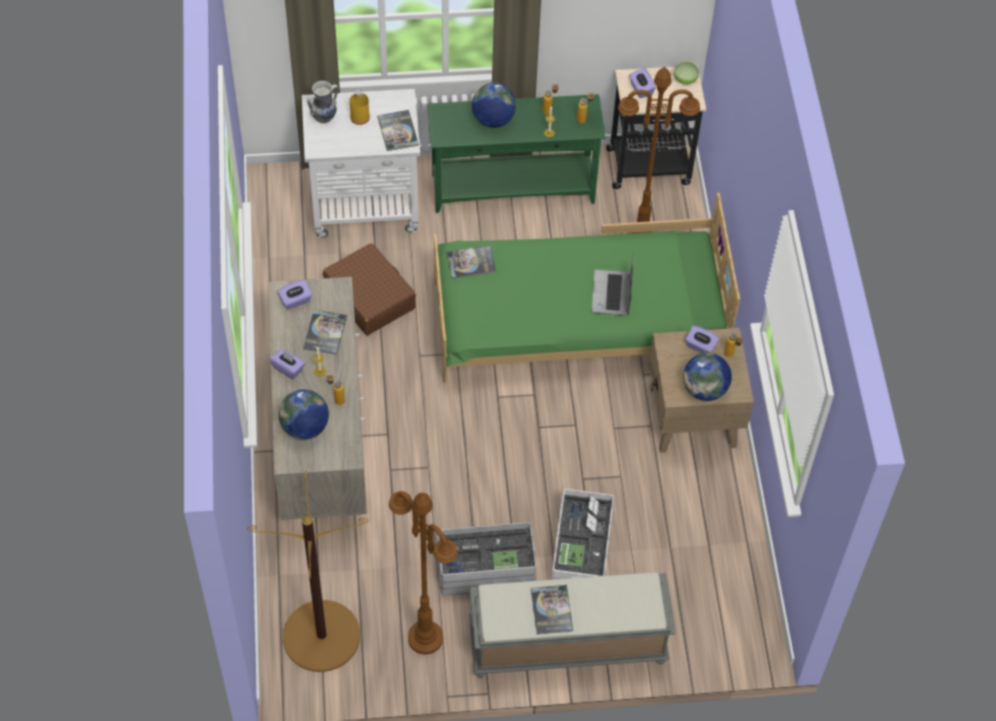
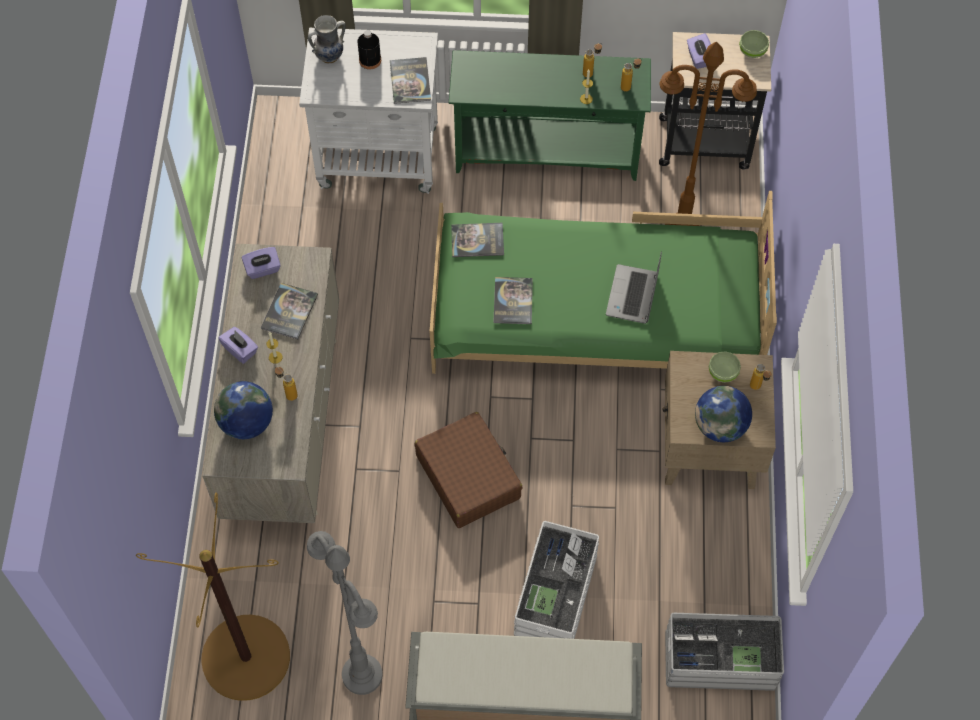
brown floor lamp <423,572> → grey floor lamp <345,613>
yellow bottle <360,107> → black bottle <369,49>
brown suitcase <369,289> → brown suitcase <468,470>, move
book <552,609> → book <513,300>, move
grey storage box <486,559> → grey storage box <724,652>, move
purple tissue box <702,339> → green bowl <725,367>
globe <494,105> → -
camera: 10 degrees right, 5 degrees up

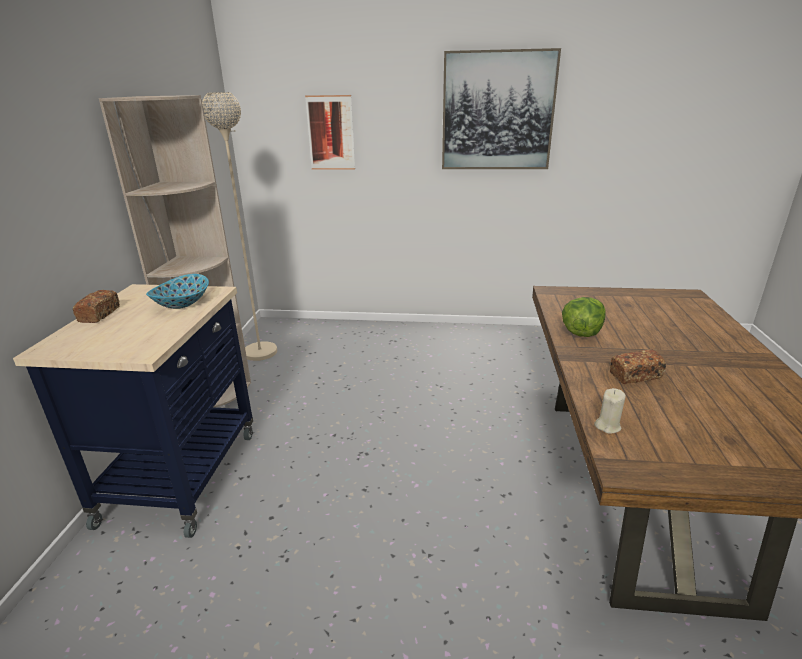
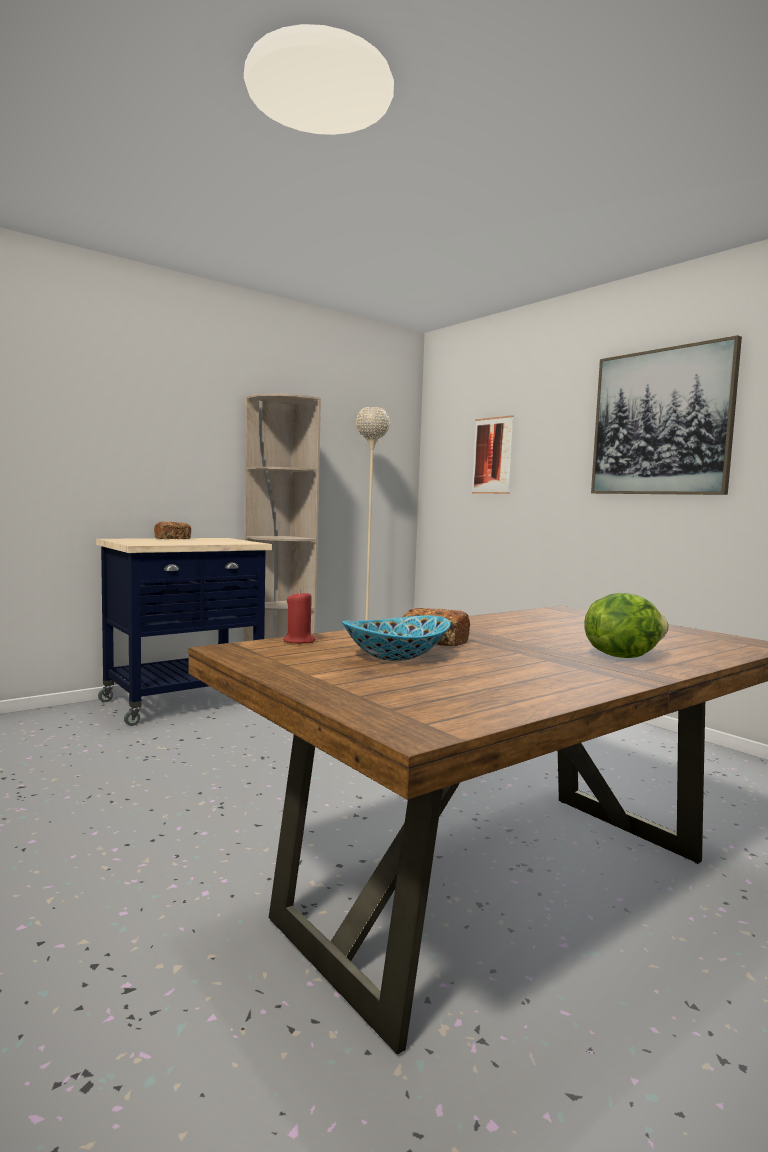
beige candle <610,411> → red candle <299,616>
bowl <177,291> → bowl <396,638>, move
lettuce <584,317> → lettuce <626,625>, move
camera: 45 degrees right, 20 degrees down

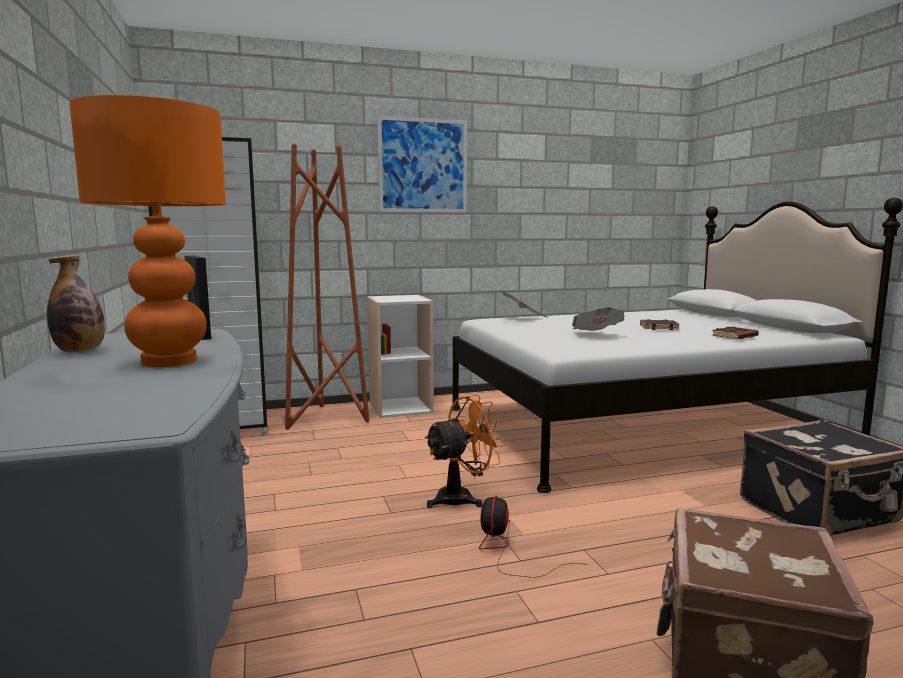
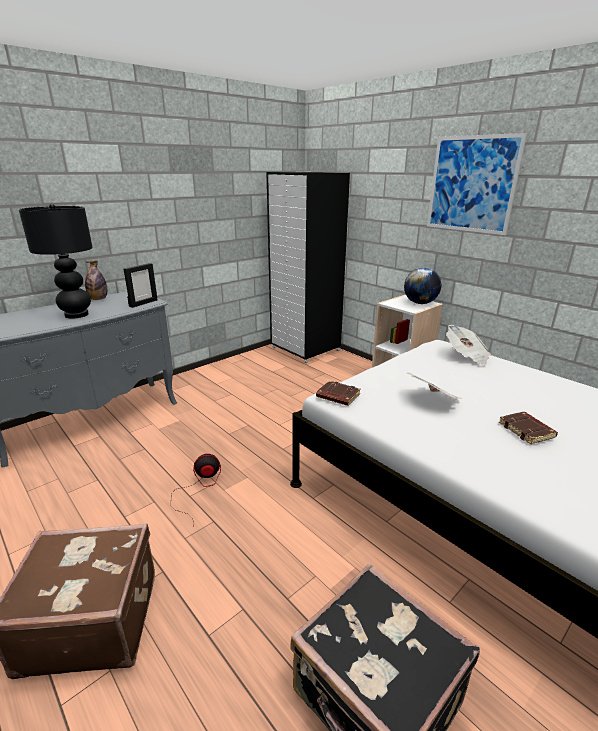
orange table lamp <147,231> → black table lamp <56,261>
brown book <735,332> → brown book <338,393>, move
- → globe <422,286>
brown clothes rack <327,286> → -
orange fan <465,451> → -
camera: 65 degrees right, 15 degrees up

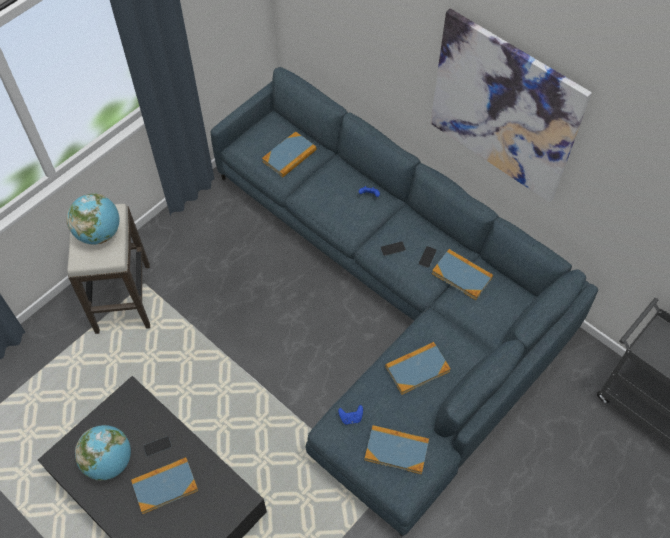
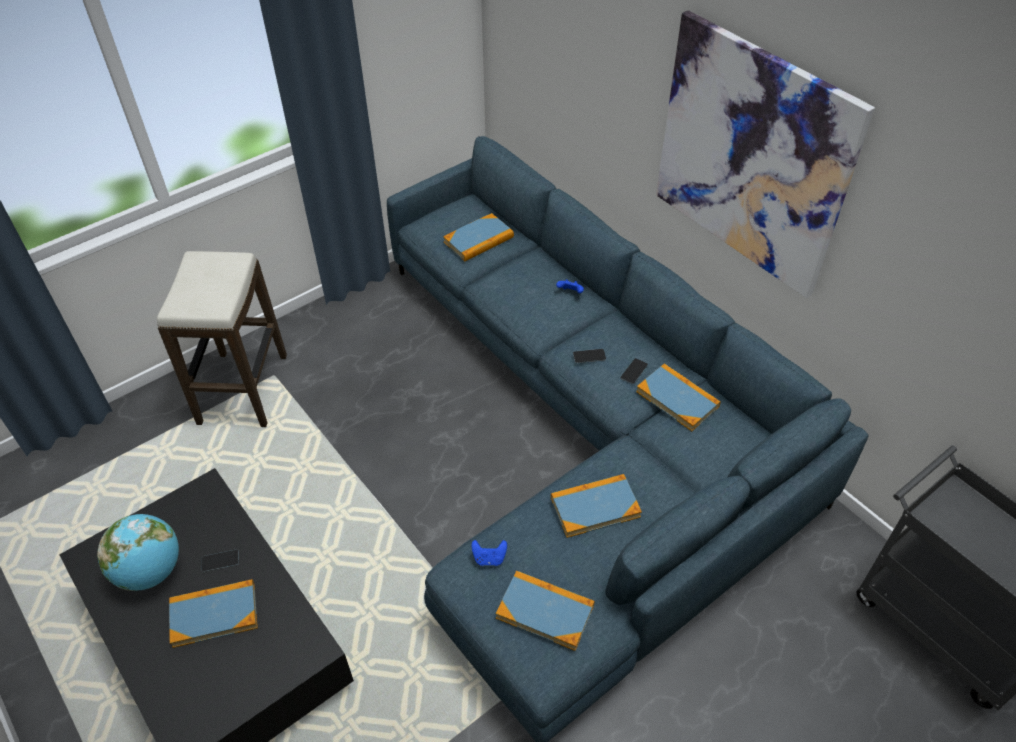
globe <93,219> → -
camera: 10 degrees right, 10 degrees down

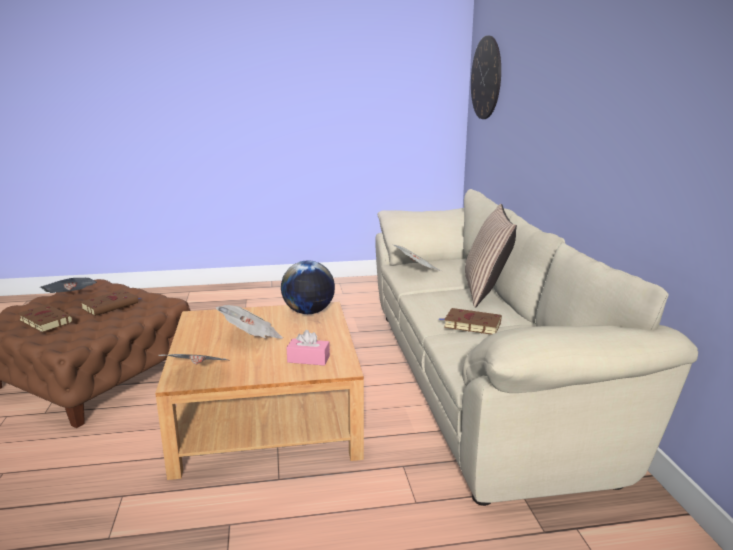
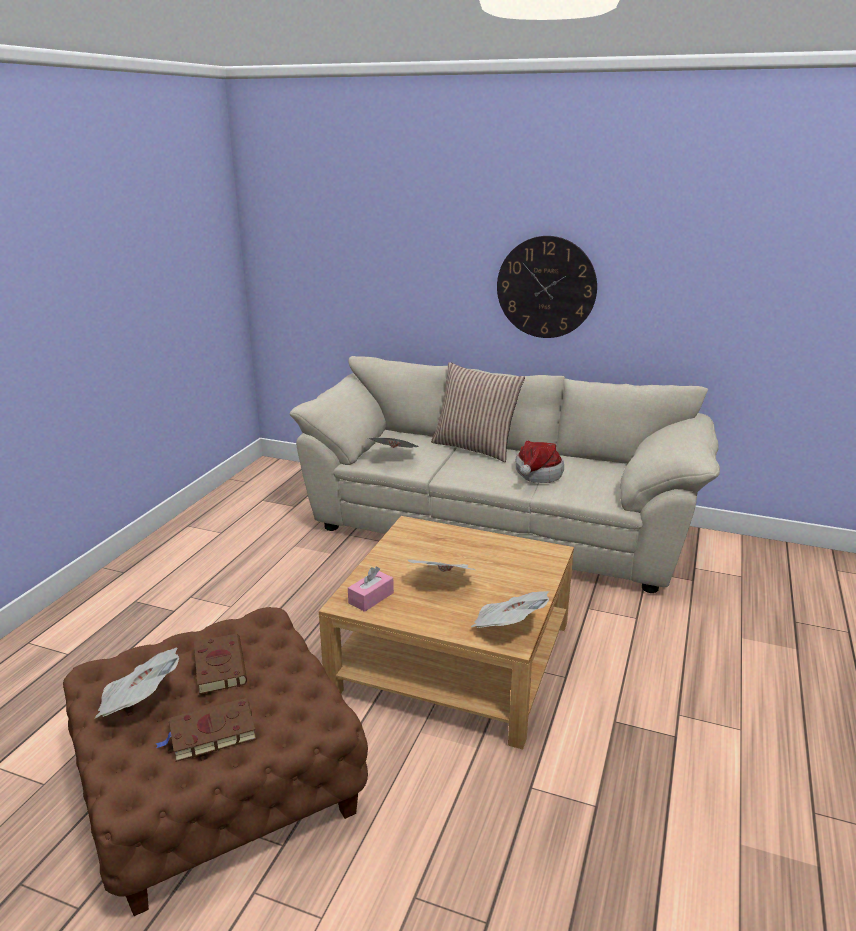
pink tissue box <308,348> → pink tissue box <371,589>, move
wall clock <486,77> → wall clock <547,287>, move
brown book <470,321> → hat <540,462>
globe <308,287> → -
camera: 60 degrees left, 5 degrees up

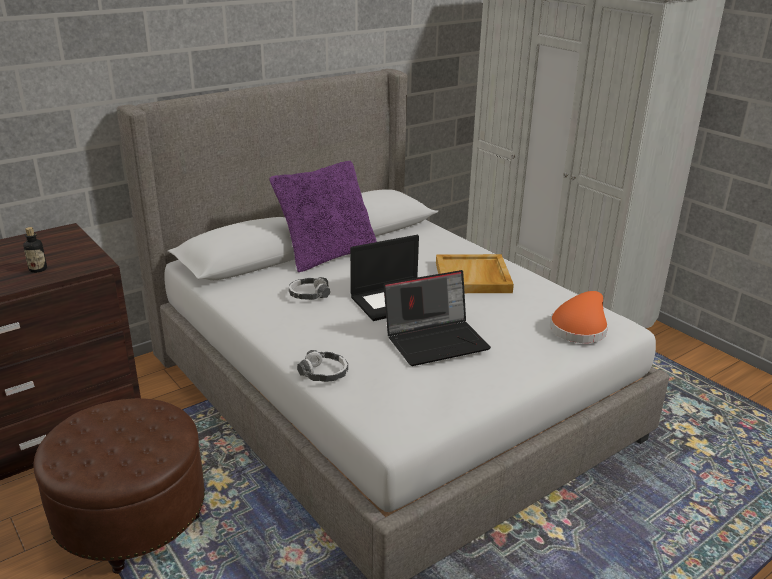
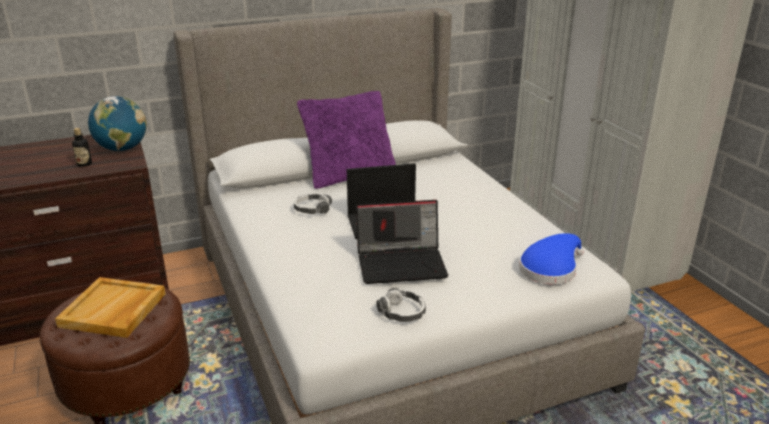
beige tray <475,273> → beige tray <110,307>, move
- → globe <117,123>
headphones <322,366> → headphones <401,305>, move
orange hat <579,317> → blue hat <551,258>
camera: 15 degrees right, 0 degrees up

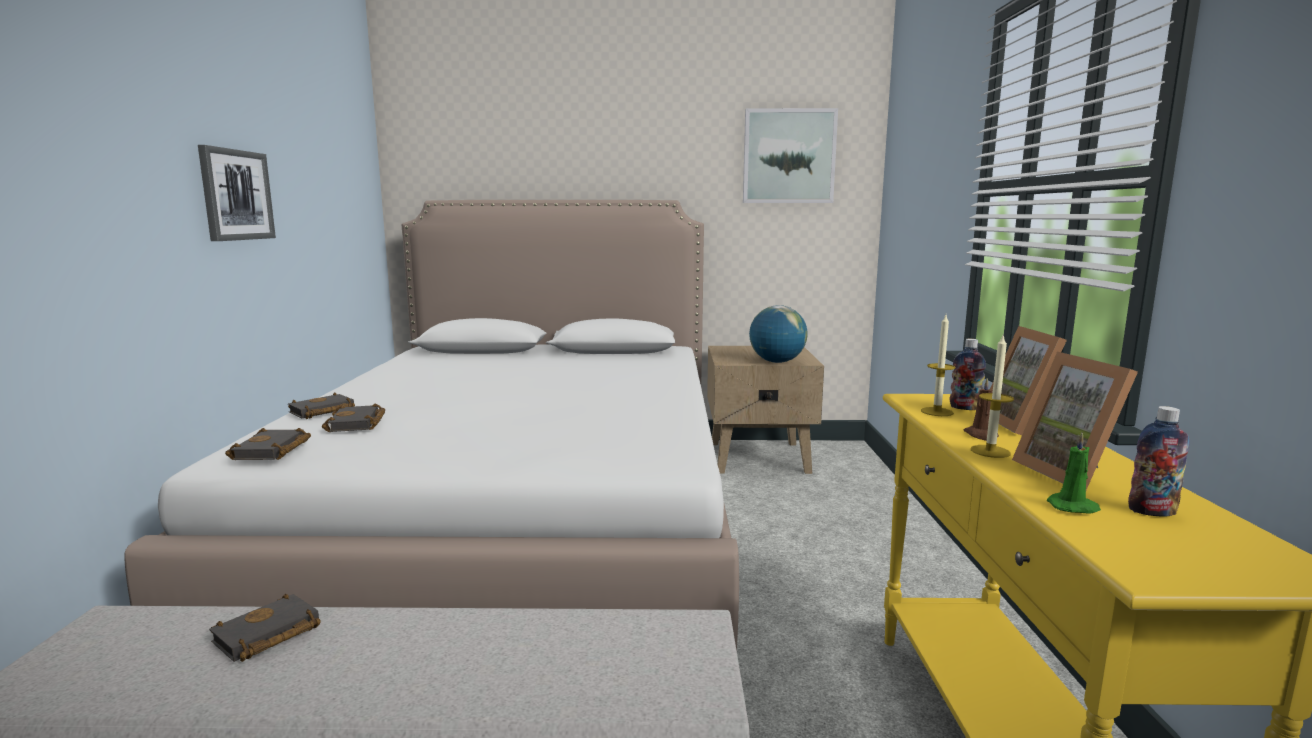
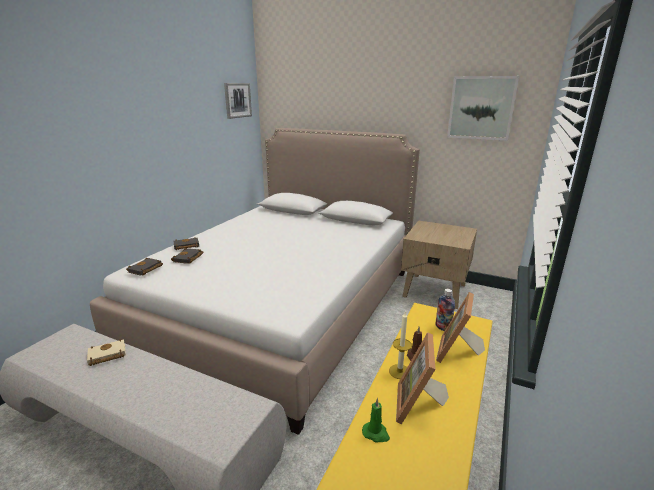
black book <264,628> → beige book <106,352>
picture <237,193> → picture <238,101>, move
globe <778,334> → -
candle <938,365> → -
bottle <1159,461> → -
camera: 25 degrees right, 10 degrees up

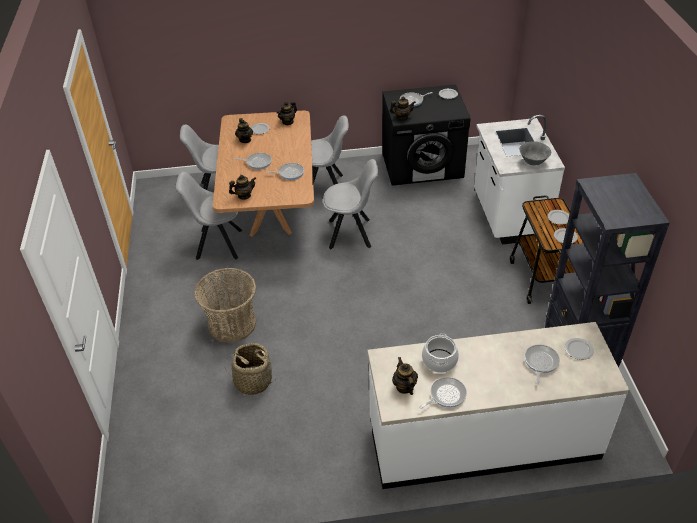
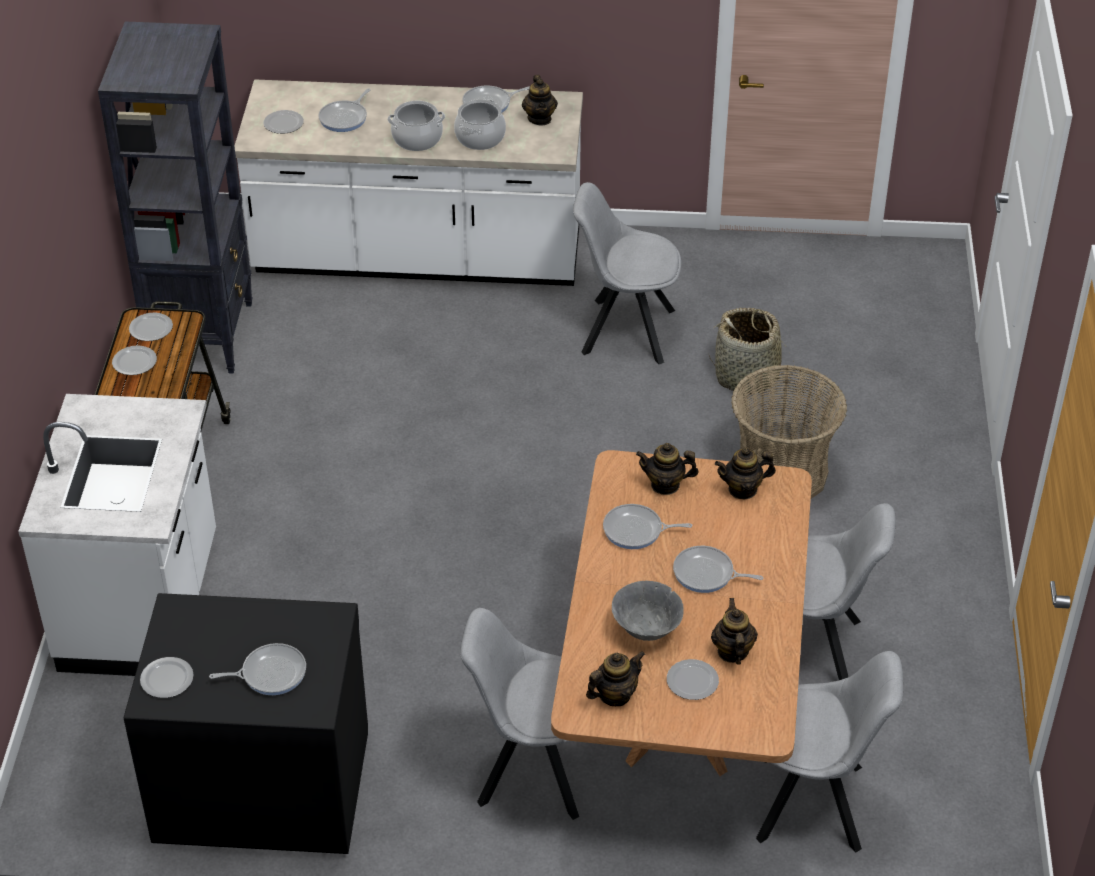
- → cooking pot <416,126>
grey chair <350,204> → grey chair <627,273>, move
grey bowl <535,153> → grey bowl <648,611>, move
teapot <403,108> → teapot <667,469>, move
camera: 170 degrees left, 0 degrees up

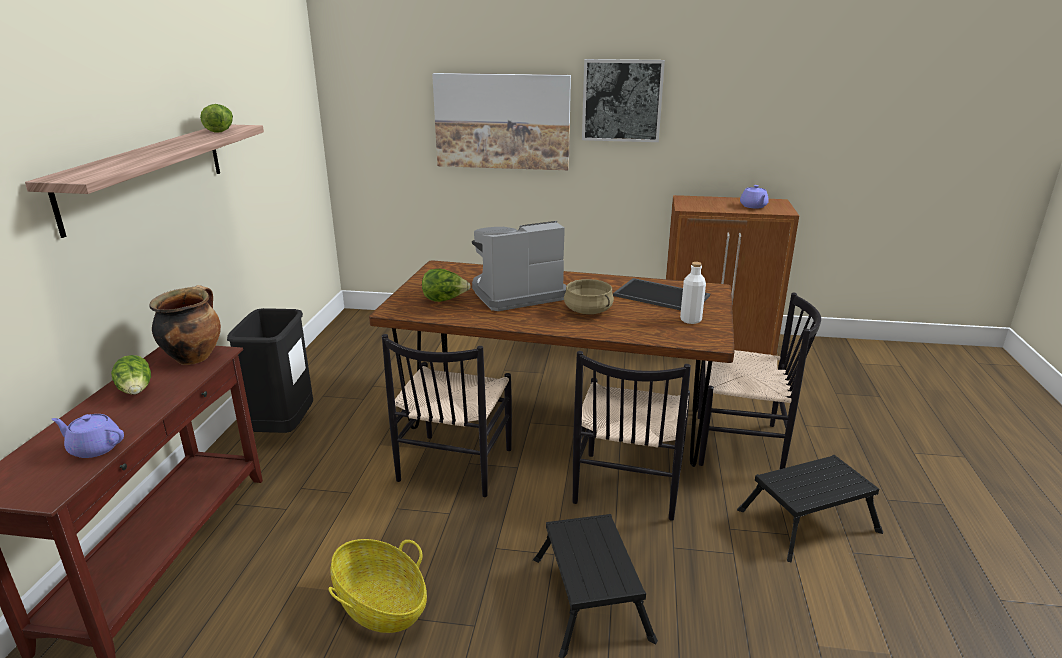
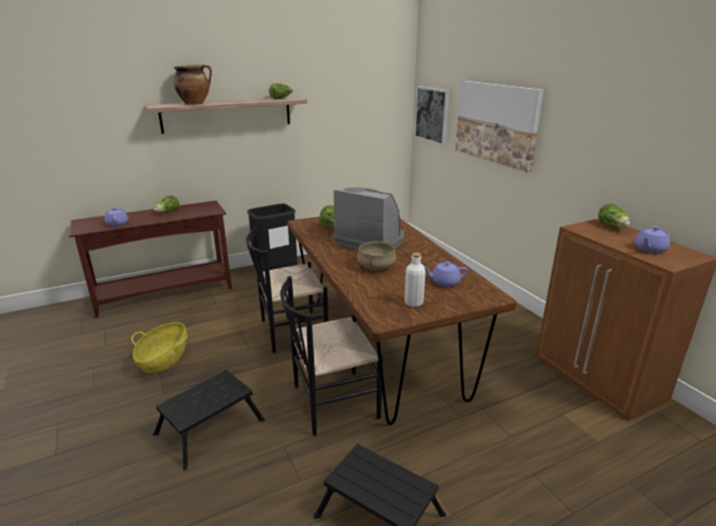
cooking pot <185,325> → cooking pot <193,85>, move
picture <623,100> → picture <432,116>, move
tray <661,294> → purple teapot <446,274>
- → lettuce <614,215>
black chair <759,380> → -
camera: 55 degrees right, 0 degrees up

